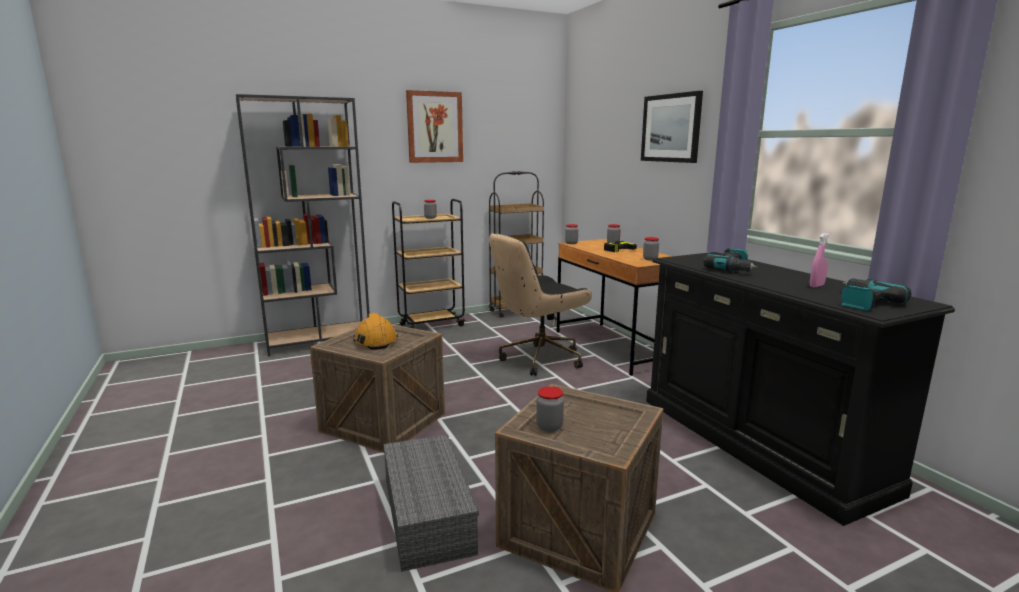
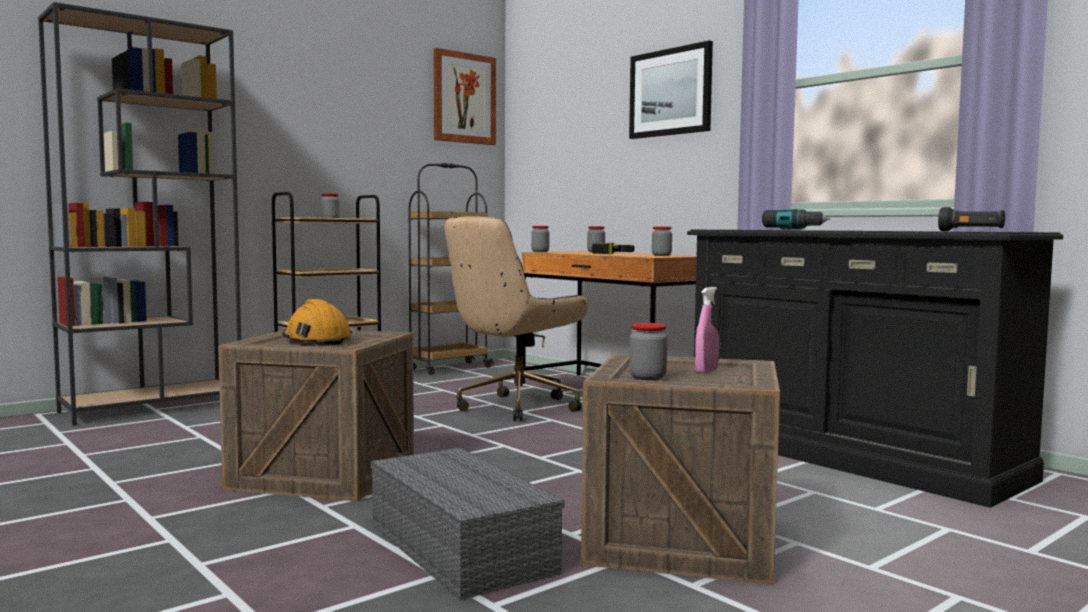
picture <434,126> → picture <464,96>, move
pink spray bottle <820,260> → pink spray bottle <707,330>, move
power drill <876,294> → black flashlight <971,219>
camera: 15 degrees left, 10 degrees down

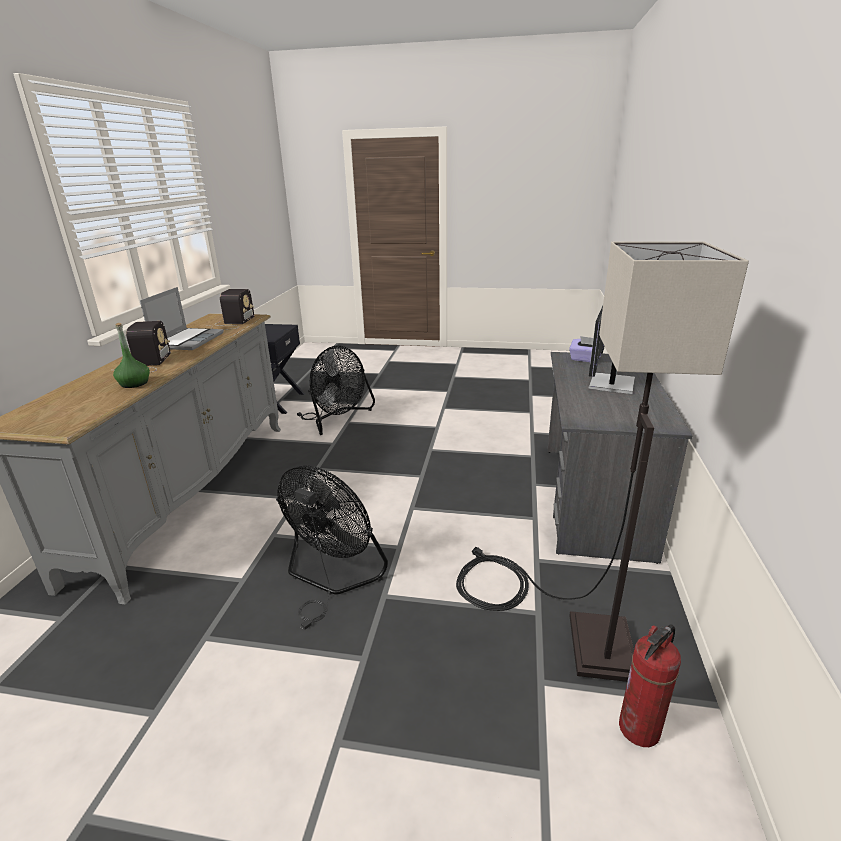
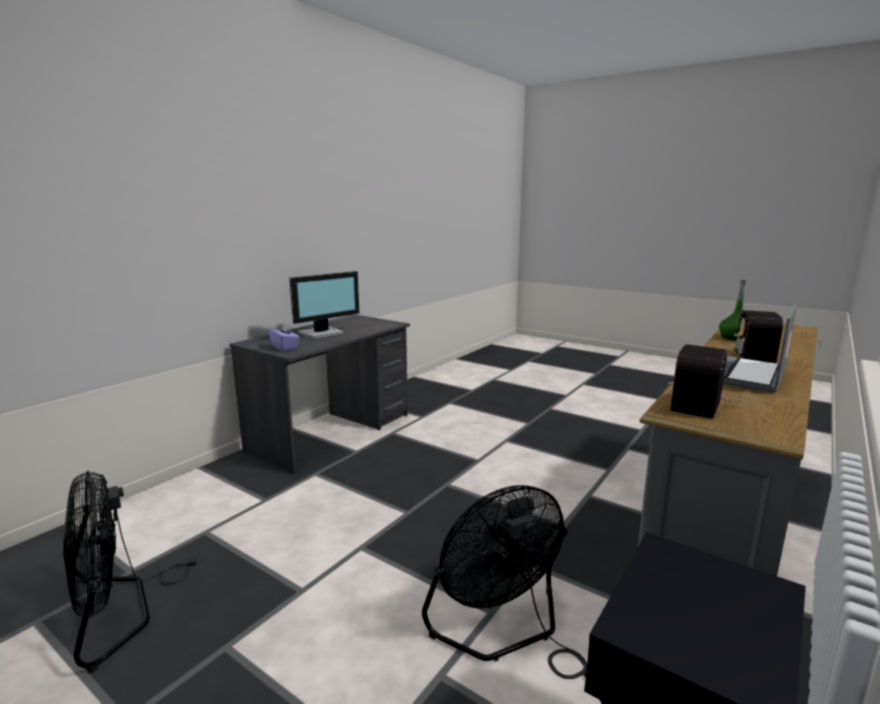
black fan <332,548> → black fan <131,572>, move
floor lamp <602,461> → -
fire extinguisher <650,685> → -
camera: 155 degrees left, 10 degrees down

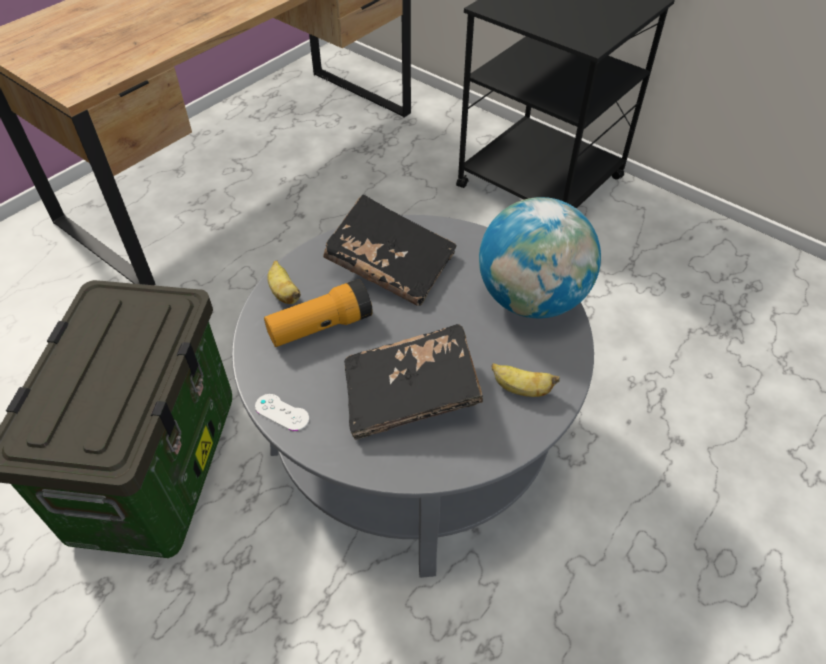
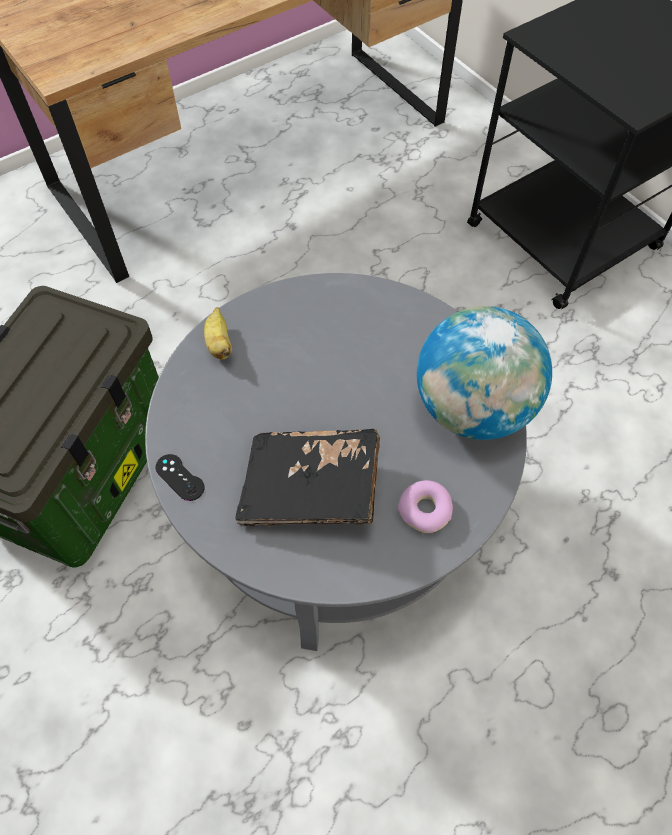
white game controller <282,412> → black game controller <179,477>
banana <526,380> → donut <425,506>
flashlight <318,313> → -
black book <389,250> → -
camera: 15 degrees right, 10 degrees up

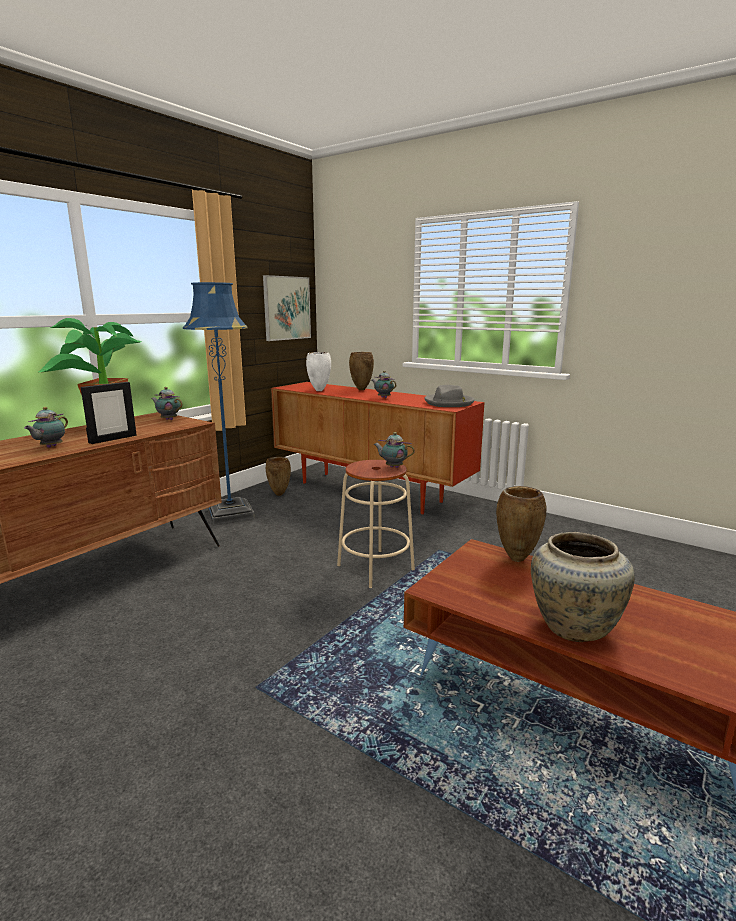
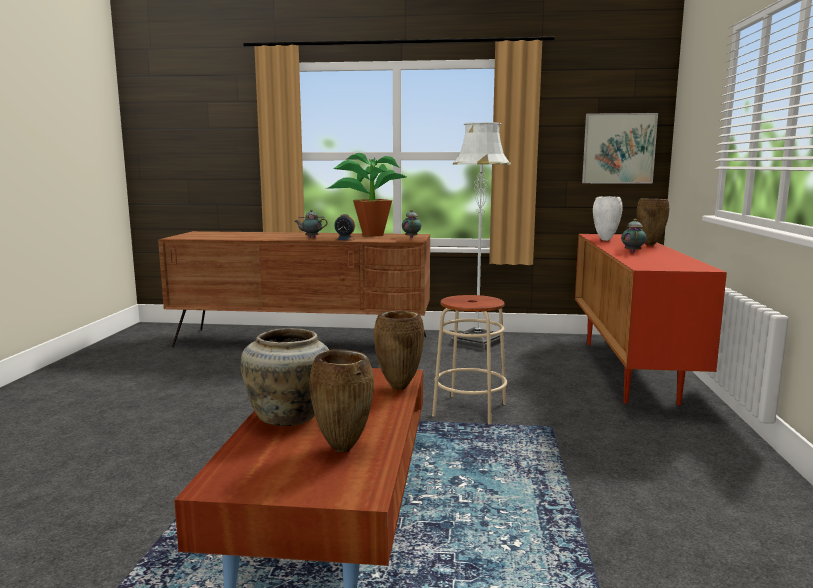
brown vase <278,476> → brown vase <341,400>, move
picture frame <109,413> → alarm clock <344,227>
blue floor lamp <218,403> → white floor lamp <481,236>
teapot <394,450> → -
grey hat <450,396> → -
camera: 60 degrees right, 5 degrees down

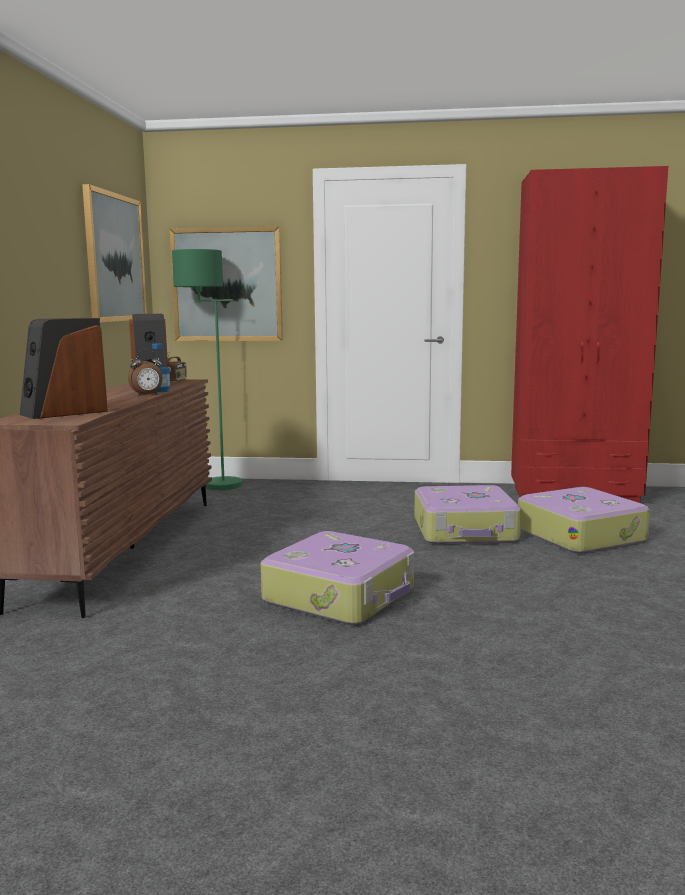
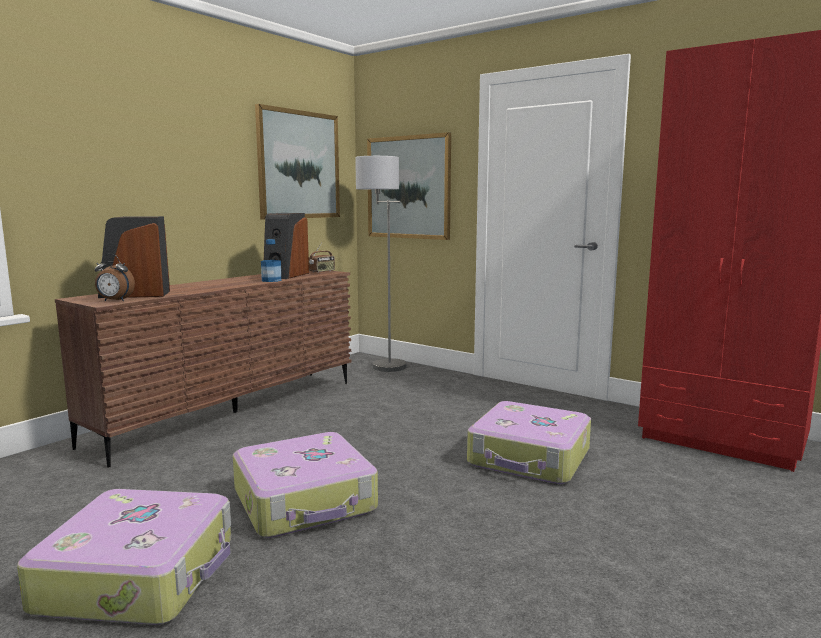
suitcase <584,520> → suitcase <124,557>, move
alarm clock <145,373> → alarm clock <115,277>, move
green floor lamp <207,369> → grey floor lamp <381,264>
camera: 30 degrees right, 0 degrees up

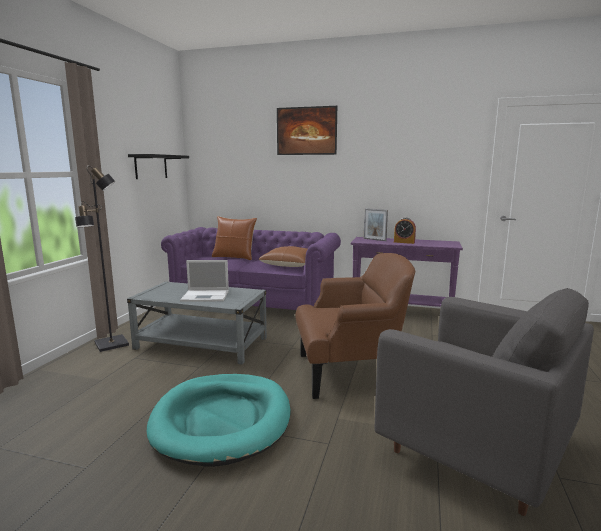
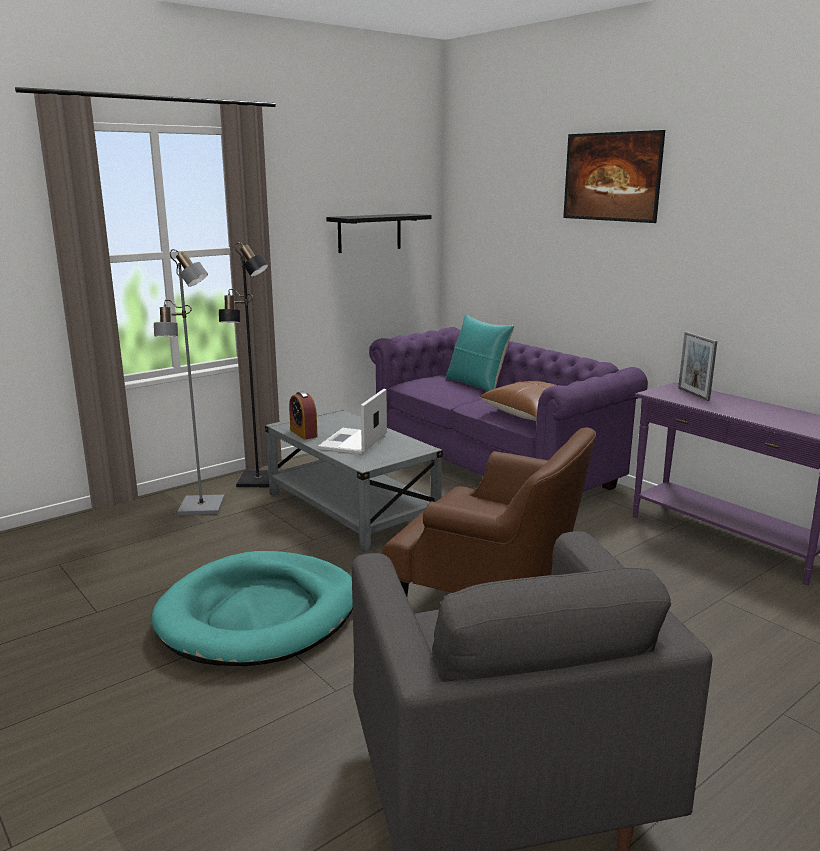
- → grey floor lamp <189,382>
alarm clock <405,231> → alarm clock <303,416>, move
laptop <204,281> → laptop <352,421>, 75 degrees clockwise
brown pillow <234,238> → turquoise pillow <480,353>
camera: 35 degrees right, 5 degrees up

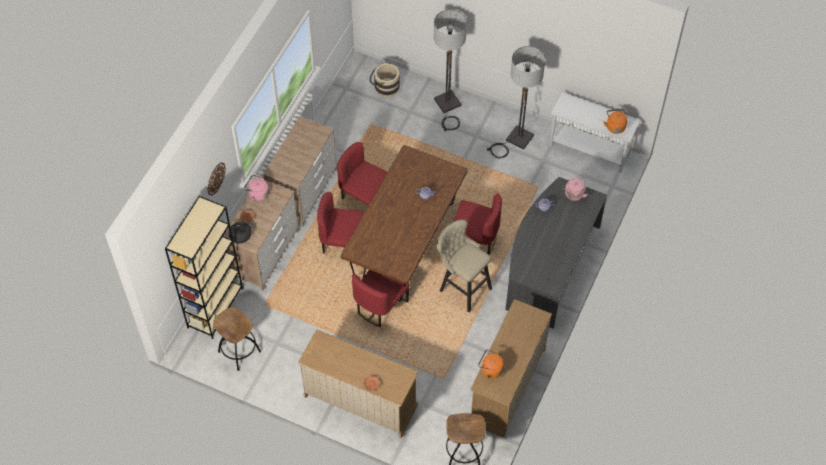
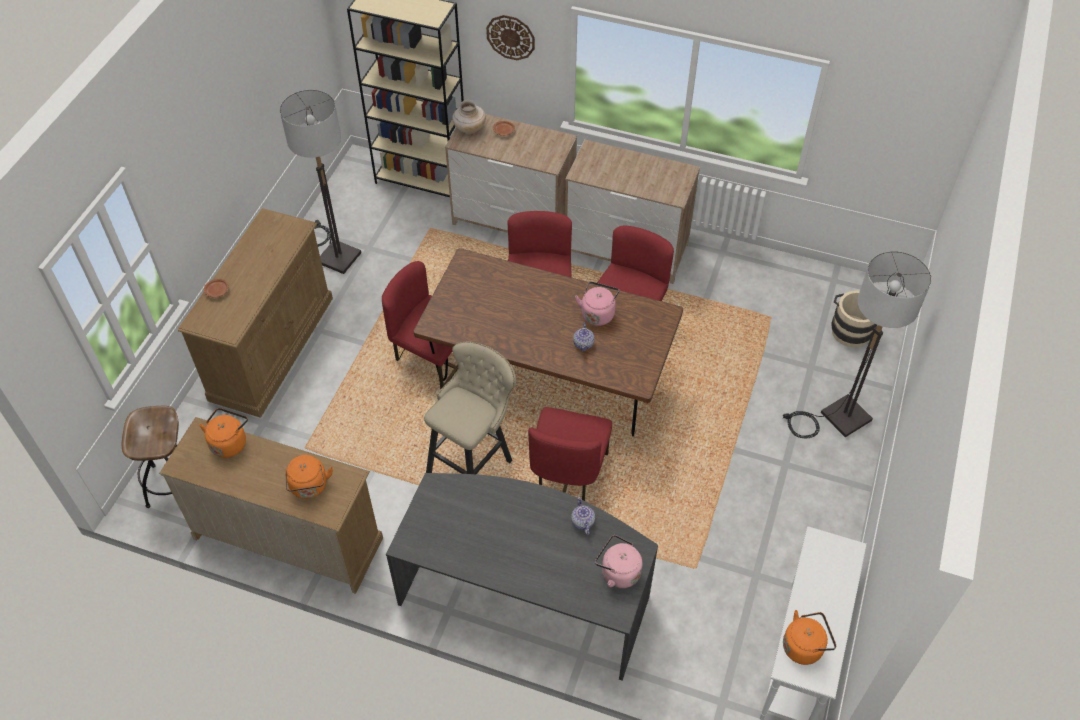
floor lamp <516,102> → floor lamp <320,182>, move
- → orange kettle <309,477>
black vase <240,232> → beige vase <469,117>
pink kettle <256,188> → pink kettle <597,304>, move
brown stool <237,339> → -
camera: 85 degrees right, 5 degrees down

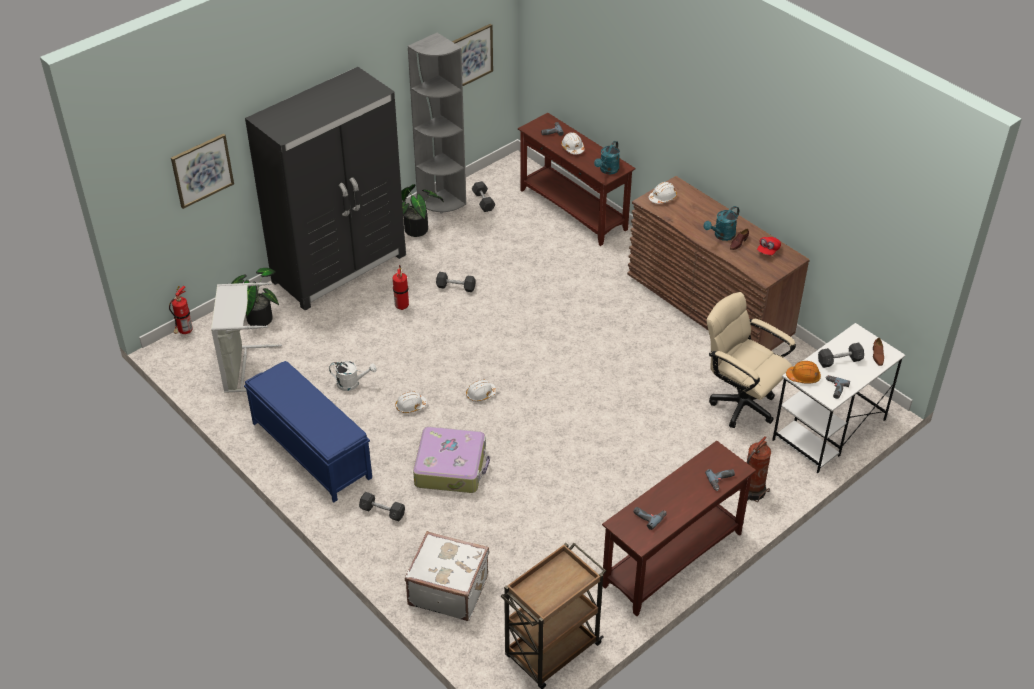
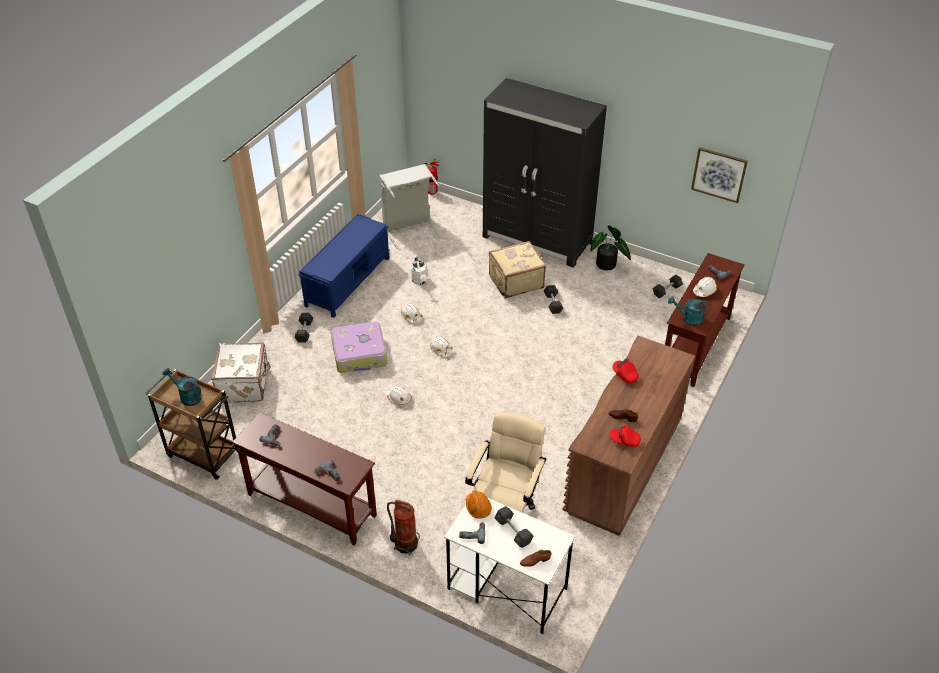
turquoise watering can <721,223> → turquoise watering can <181,387>, move
white hard hat <663,193> → white hard hat <399,395>, move
fire extinguisher <401,287> → beige suitcase <517,270>
- → red cap <625,370>
picture <202,171> → -
potted plant <255,297> → -
grey bookcase <437,123> → -
camera: 70 degrees right, 0 degrees up

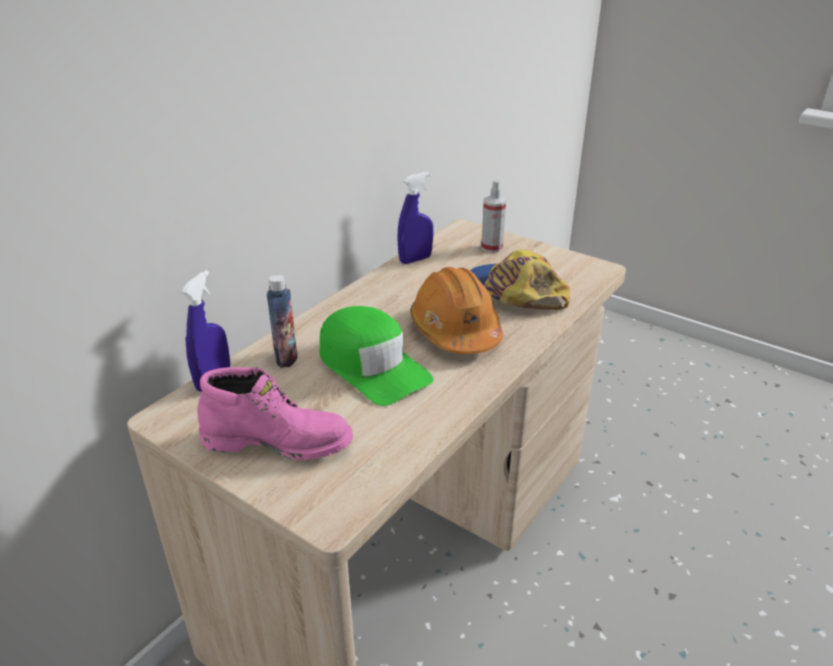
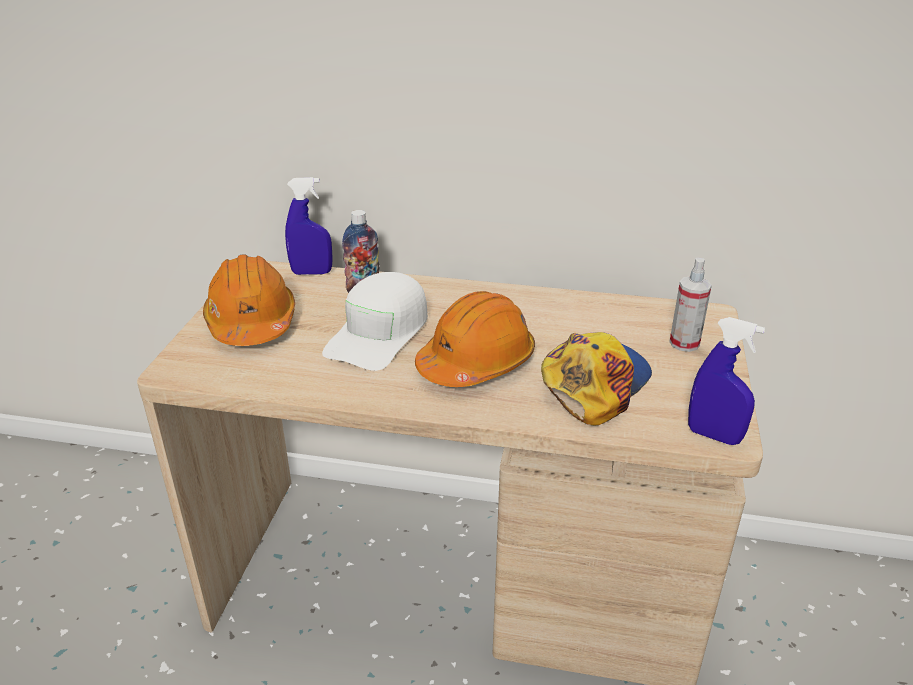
pink boot <275,413> → orange hard hat <249,300>
green cap <377,356> → white cap <375,321>
blue spray bottle <415,218> → blue spray bottle <726,381>, move
camera: 65 degrees right, 0 degrees up

